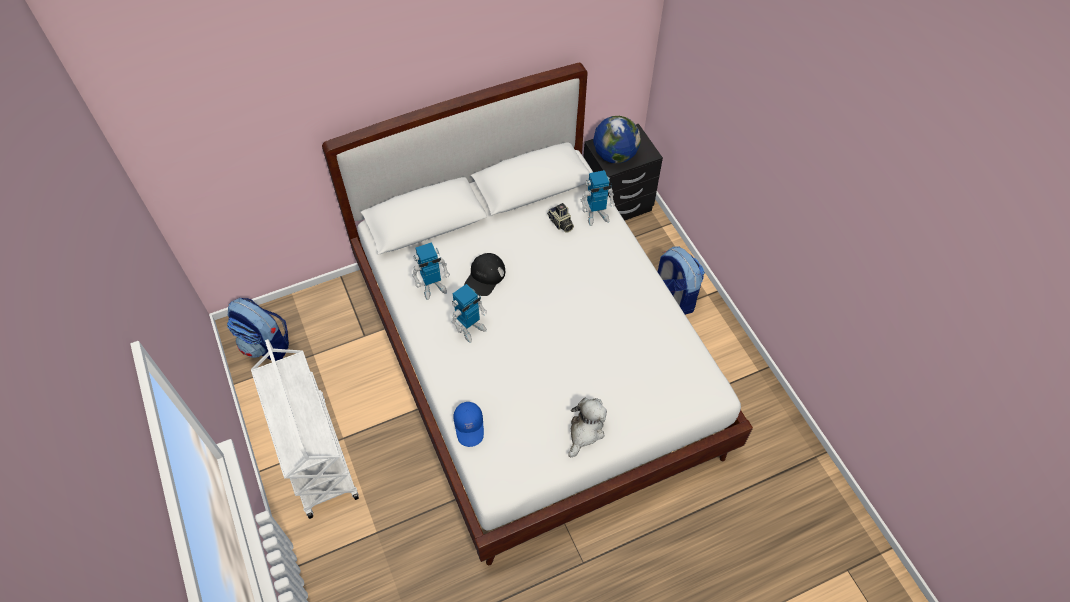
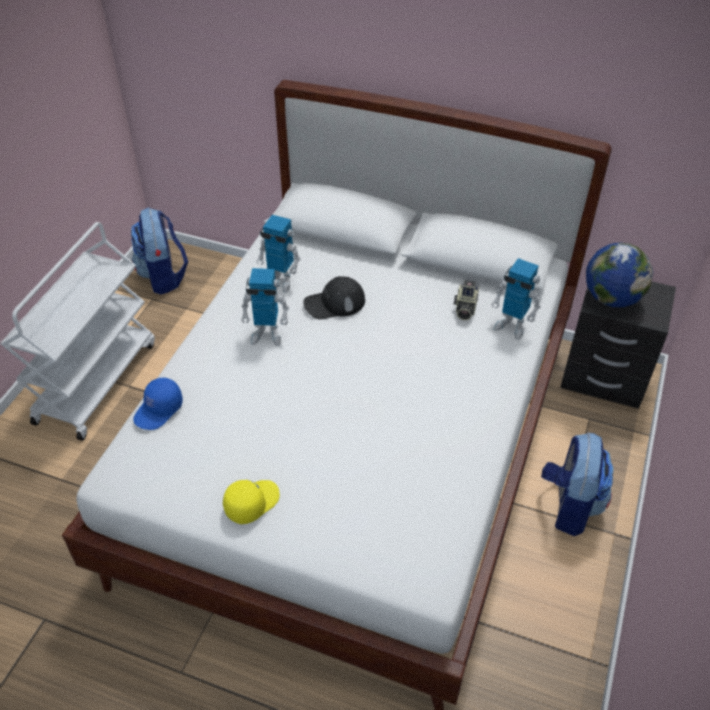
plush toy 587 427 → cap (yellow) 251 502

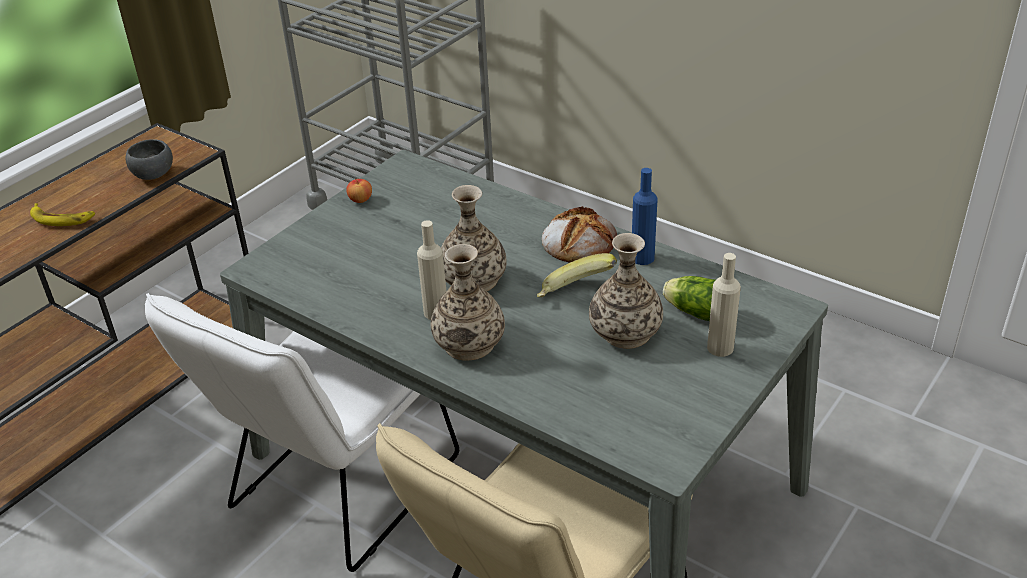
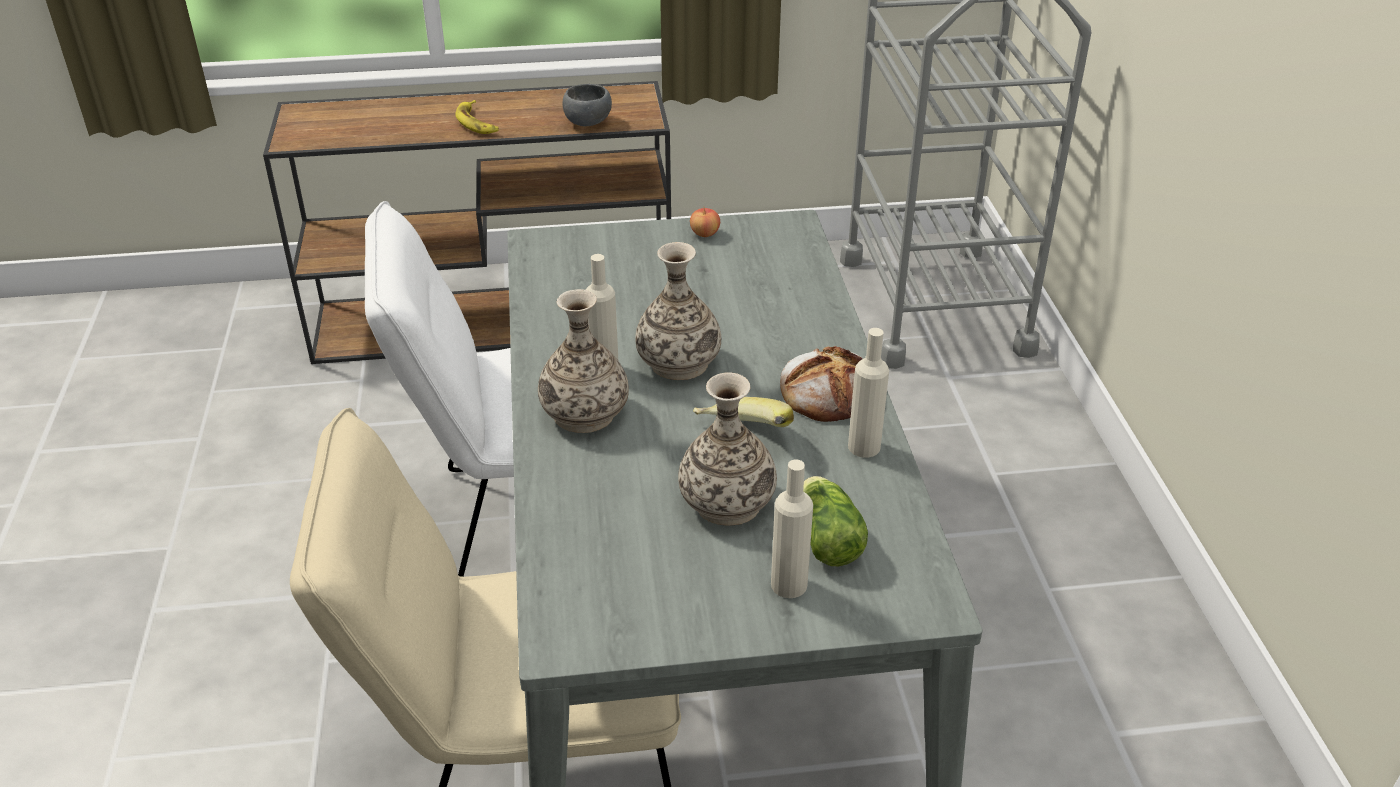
bottle (blue) 645 216 → bottle (beige) 868 393

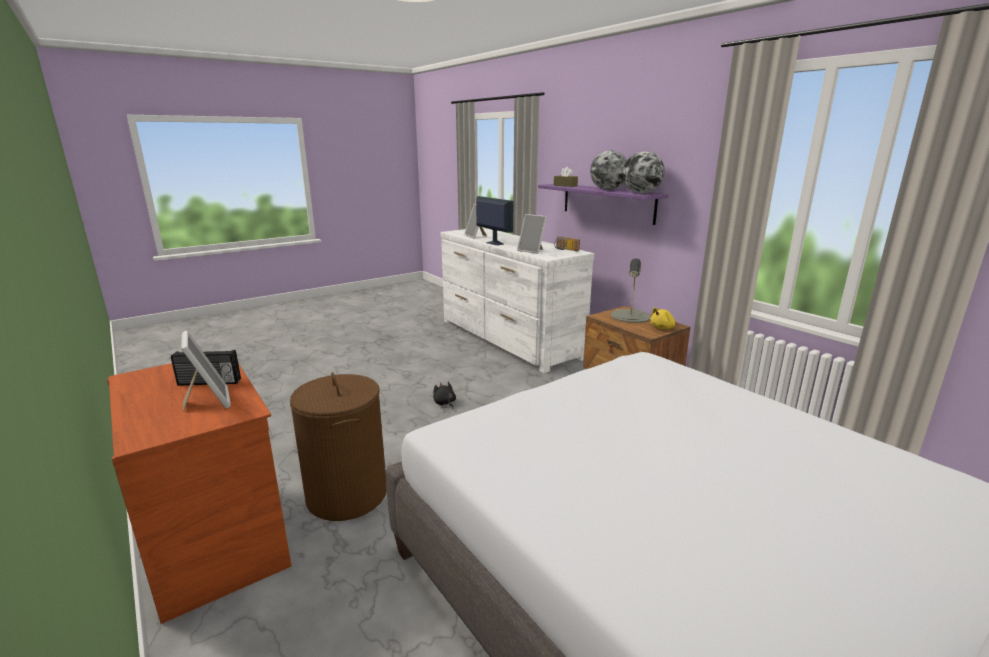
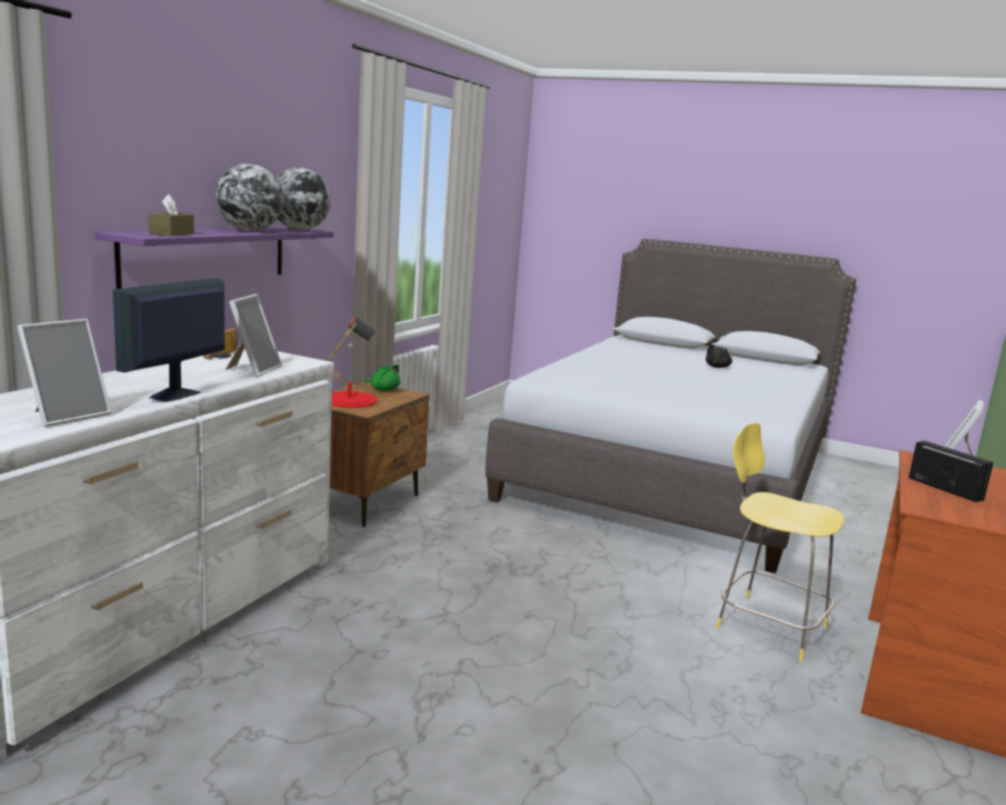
plush toy (black) 444 395 → plush toy (black) 719 356, moved
laundry basket (brown) 338 446 → stool (yellow) 780 542
table lamp (grey) 631 290 → table lamp (red) 352 362
plush toy (yellow) 663 318 → plush toy (green) 382 378

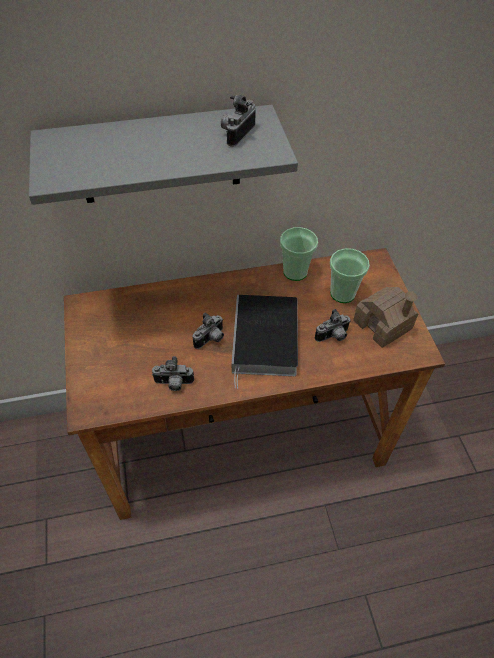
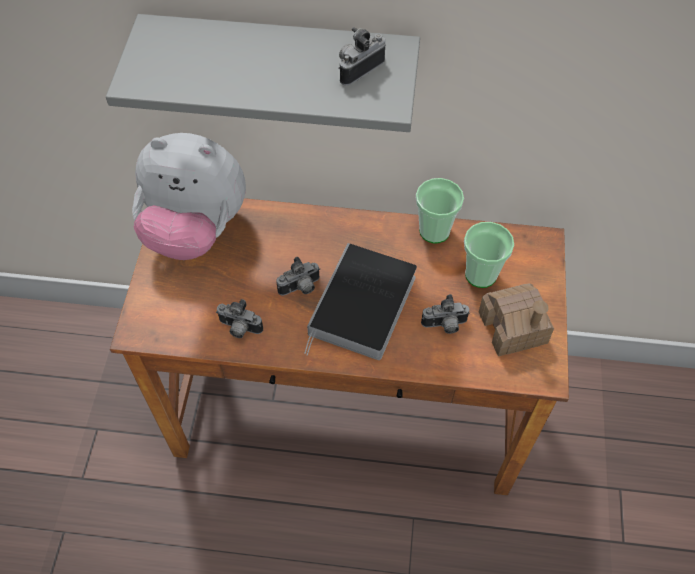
- → plush toy 189 196

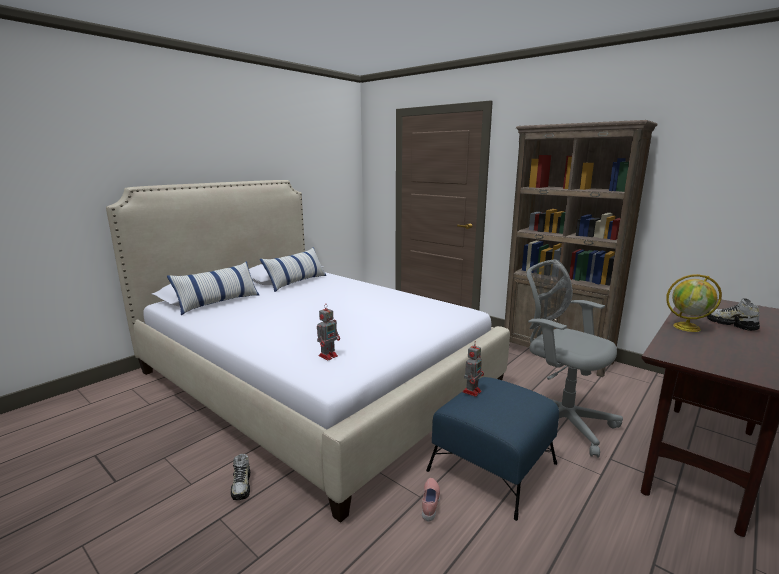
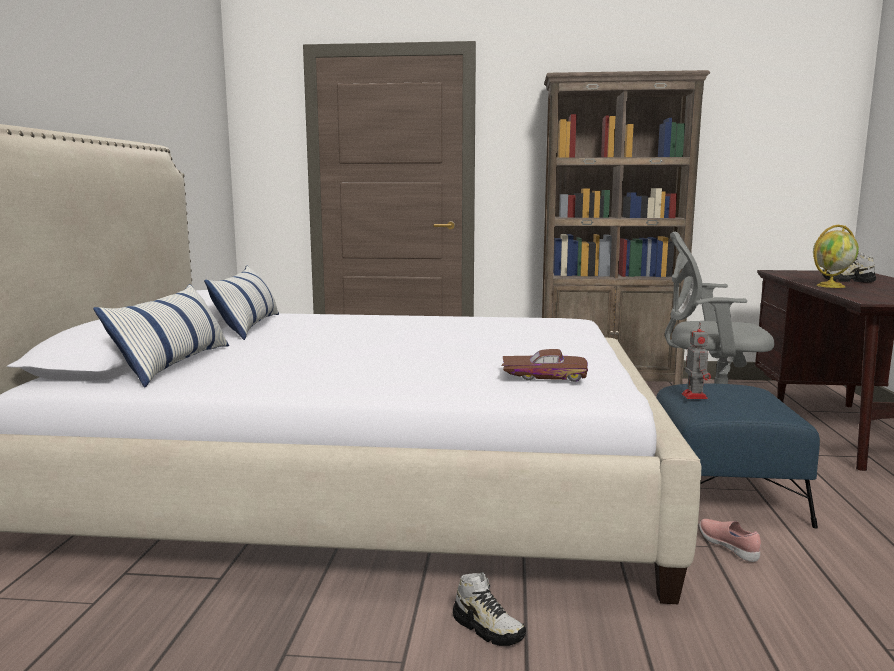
toy robot 328 333 → toy car (brown) 545 365

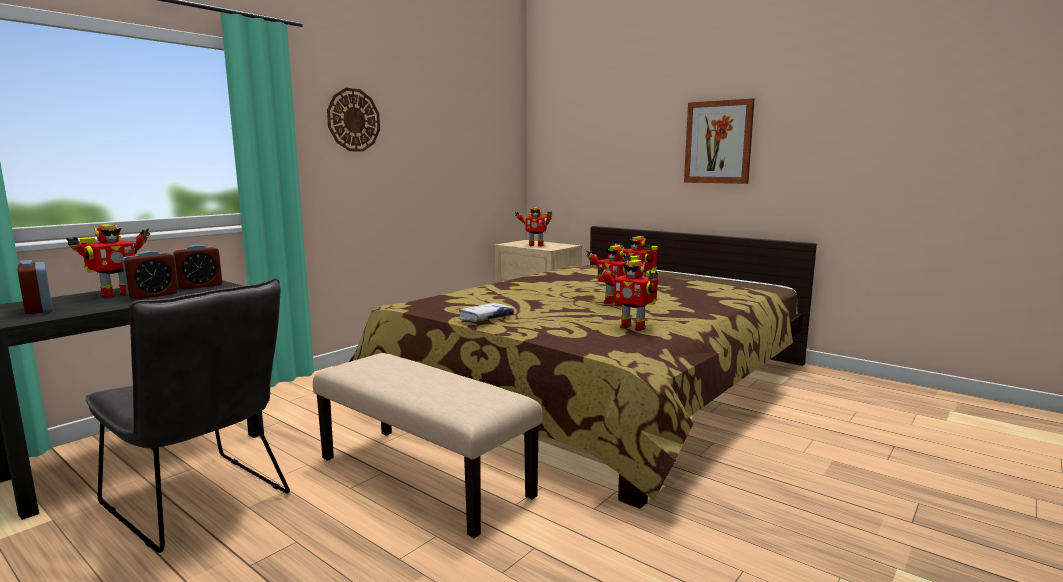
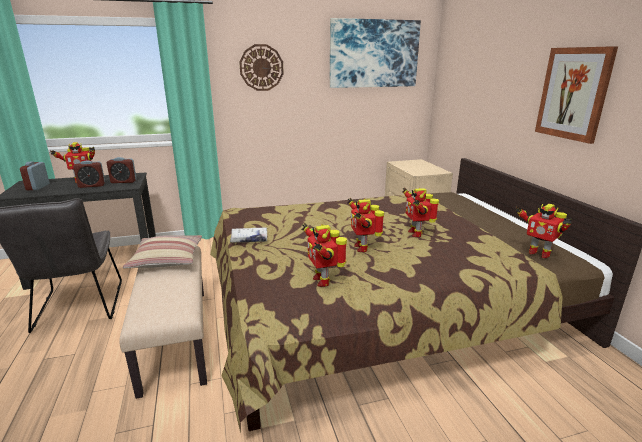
- → pillow 162 252
- → picture 375 53
toy robot 533 226 → toy robot 544 231, moved

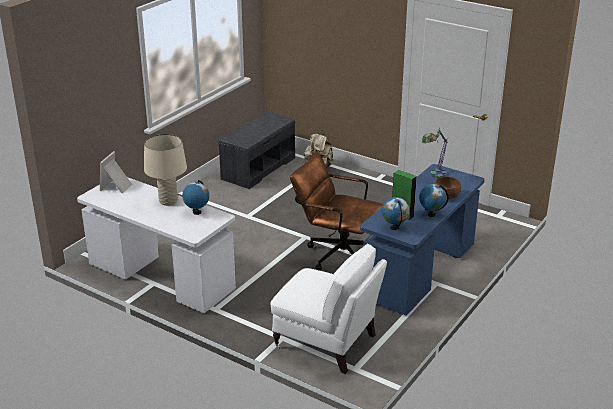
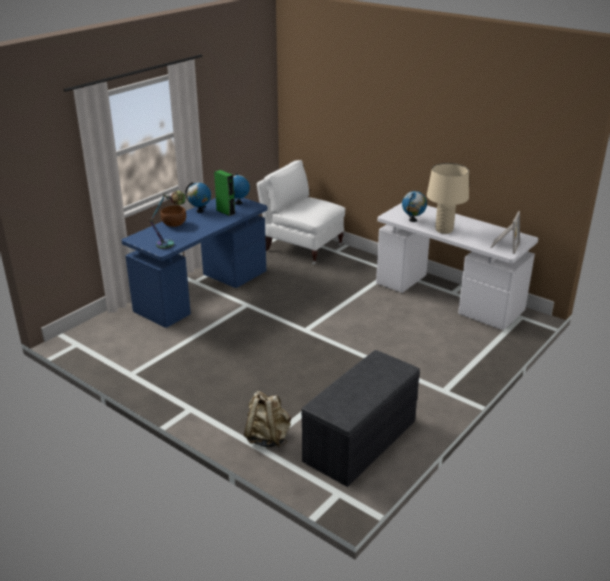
office chair (brown) 336 211 → -

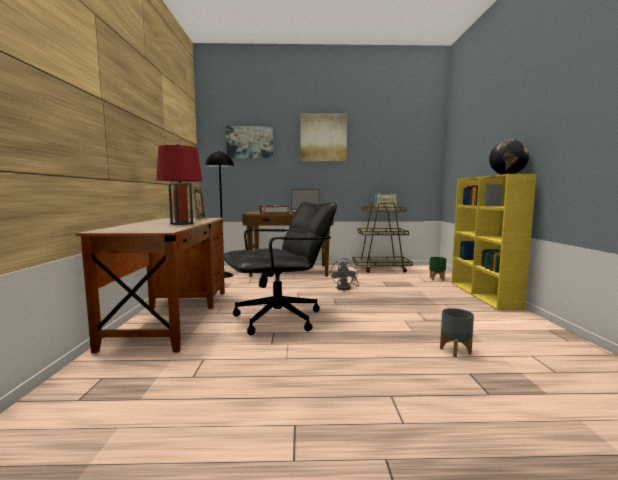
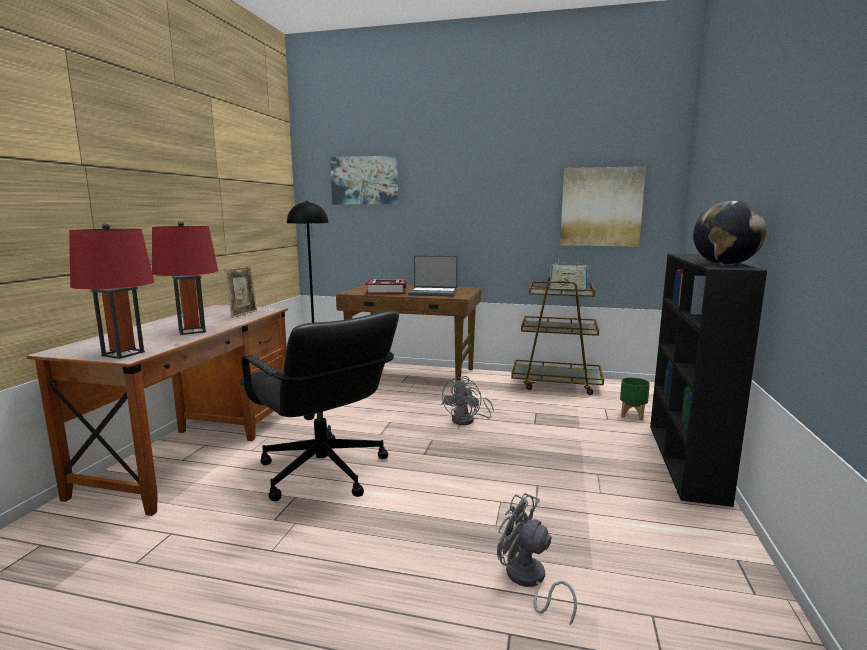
- → table lamp (red) 112 291
picture 323 137 → picture 603 206, moved
planter (grey) 457 333 → fan (grey) 537 559
bookcase (yellow) 494 242 → bookcase (black) 708 380
office chair (black) 279 268 → office chair (black) 319 406, 60 degrees clockwise

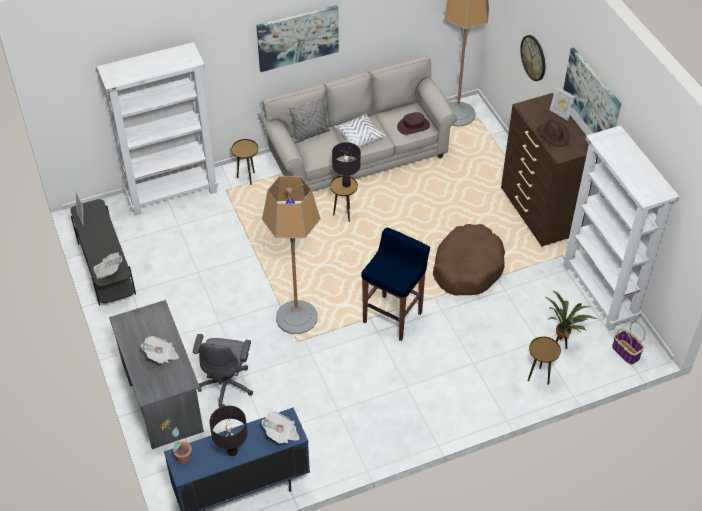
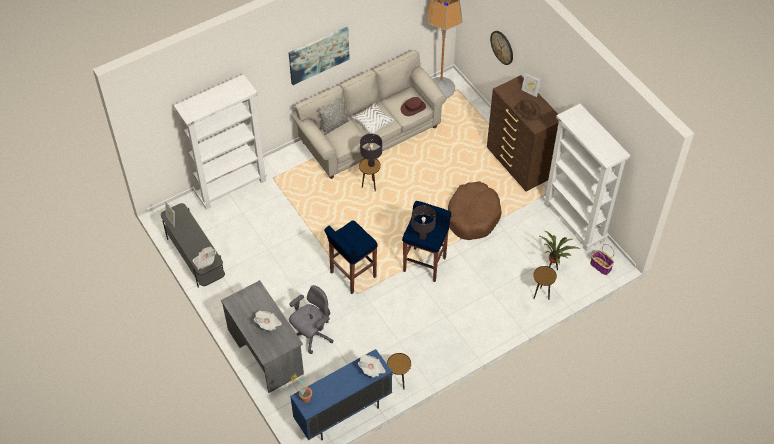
picture 592 90 → -
table lamp (black) 228 431 → table lamp (black) 424 222, moved
side table (brown) 244 162 → side table (brown) 399 371, moved
floor lamp 291 255 → stool (blue) 351 257
office chair (grey) 223 371 → office chair (grey) 311 319, 135 degrees counterclockwise

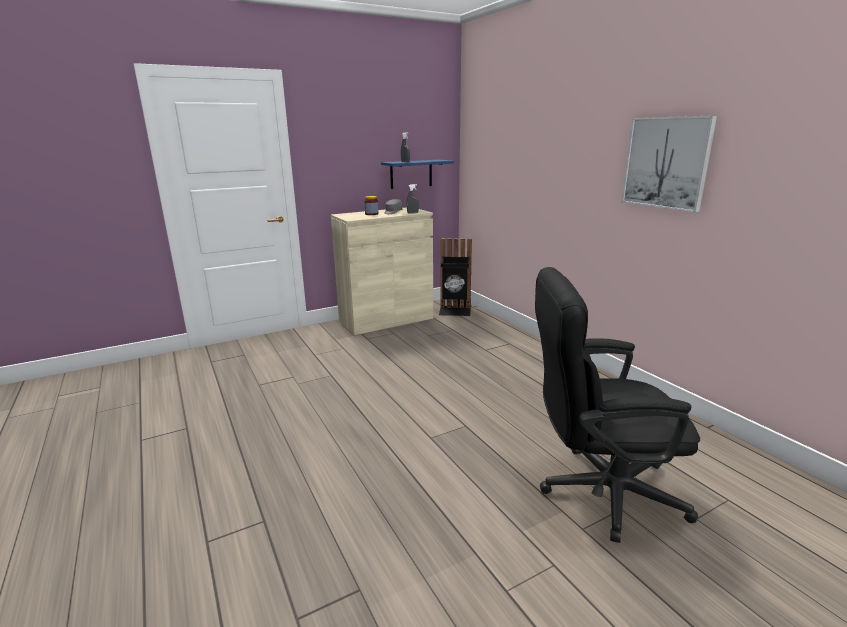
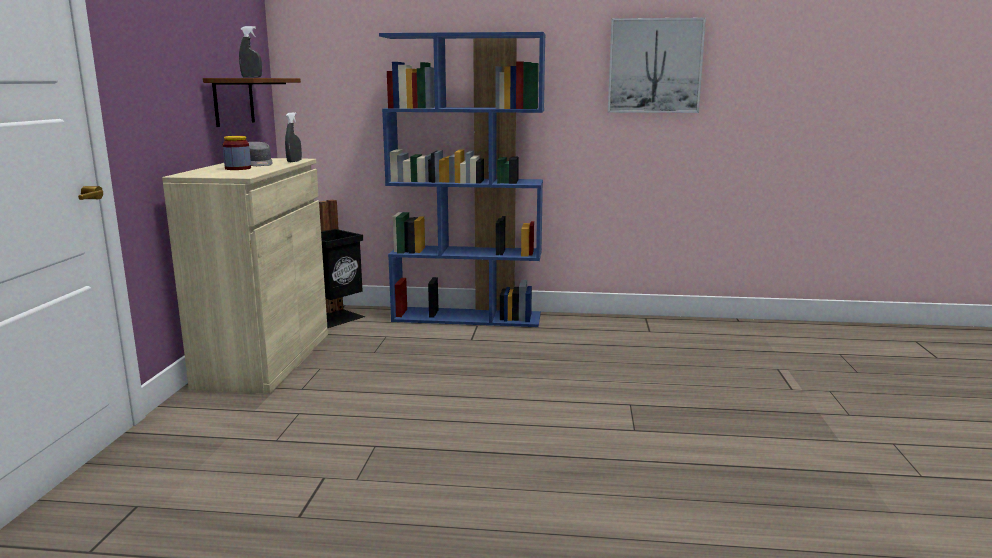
office chair (black) 617 405 → -
- → bookcase (blue) 462 179
shelf (blue) 417 174 → shelf (brown) 252 102

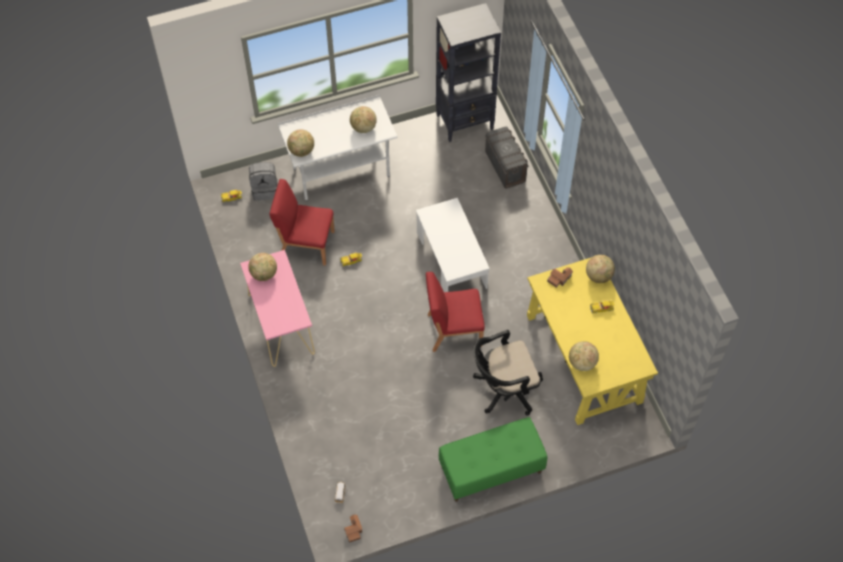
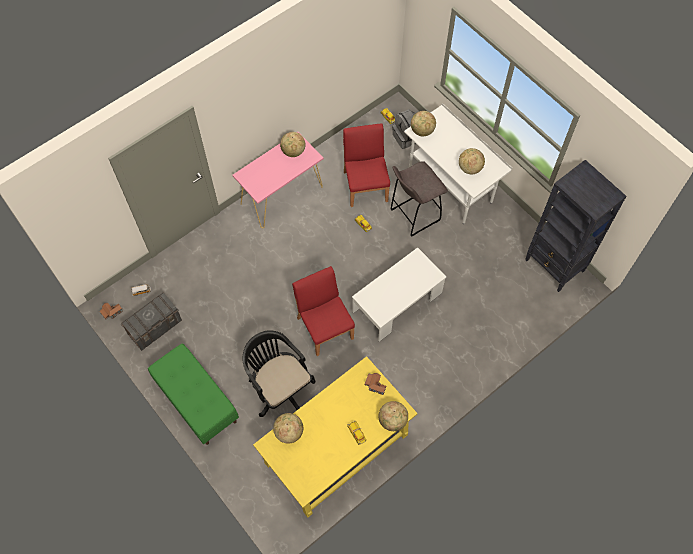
- → stool (grey) 419 198
storage box (grey) 507 158 → storage box (grey) 151 322, moved

